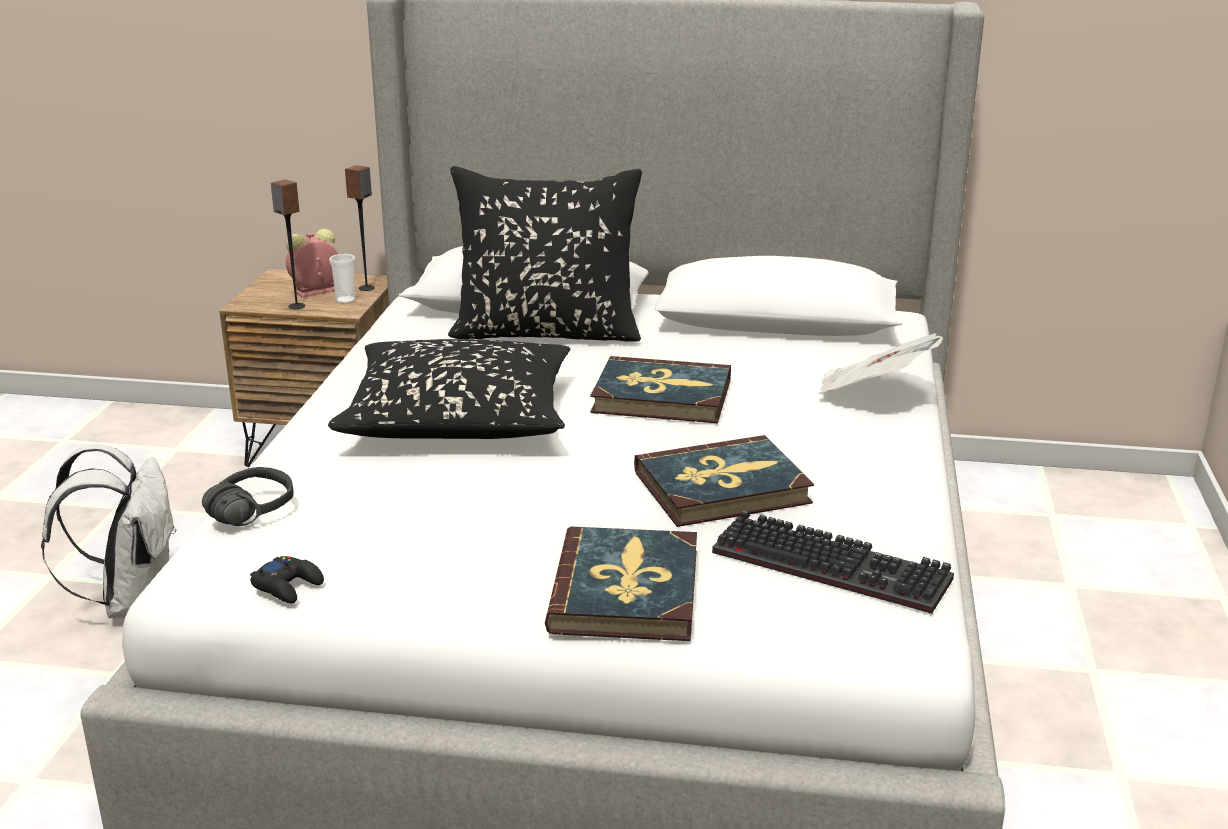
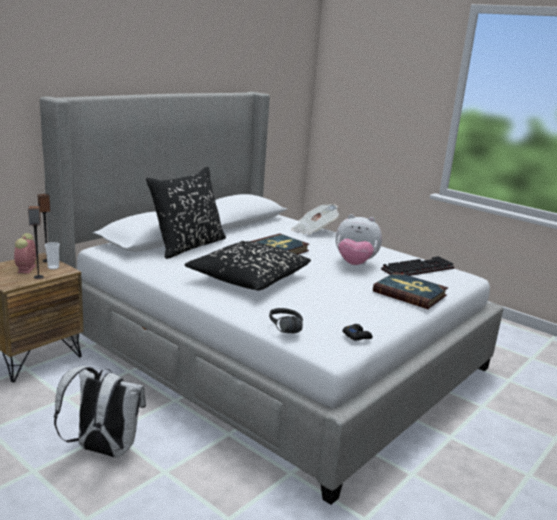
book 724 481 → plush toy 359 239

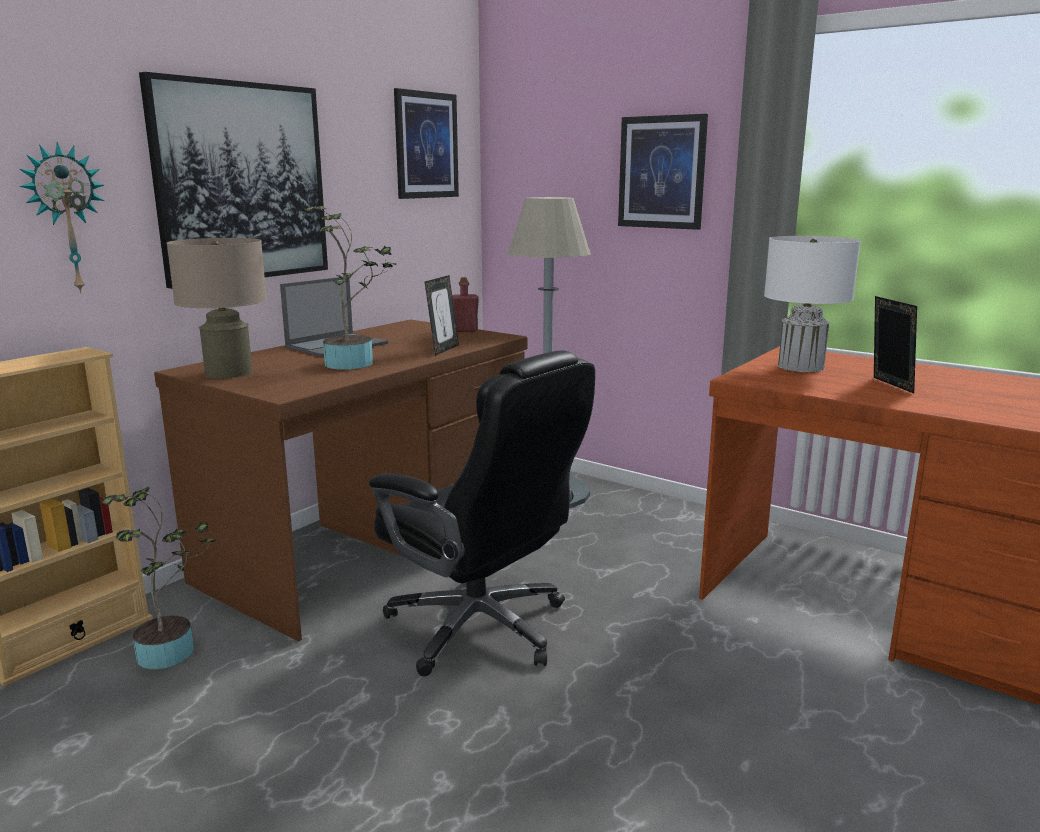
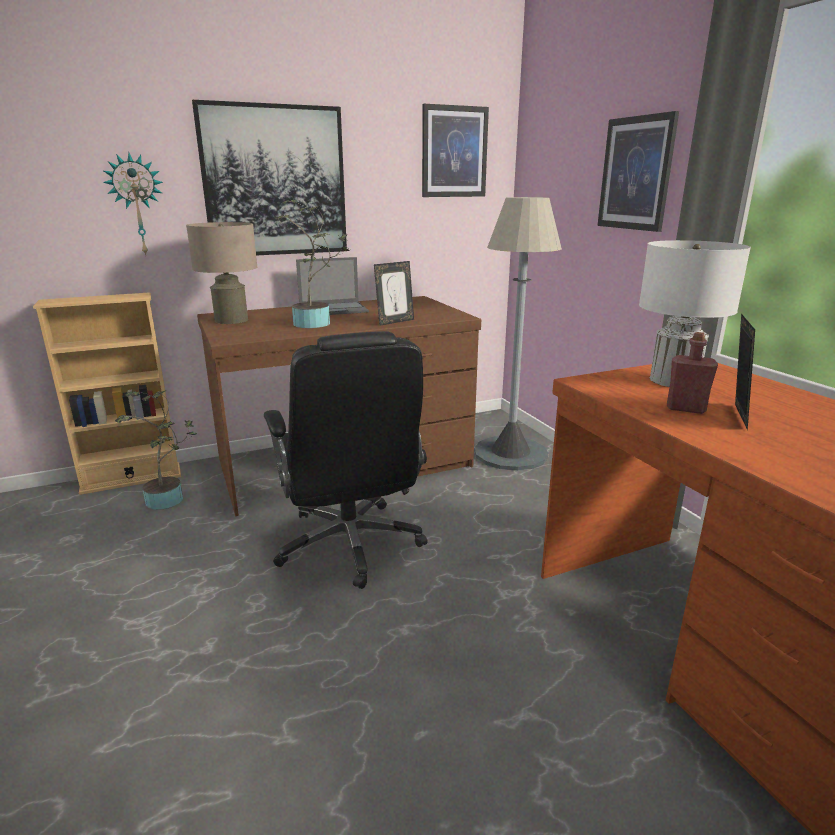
bottle (red) 465 304 → bottle (red) 692 373, moved

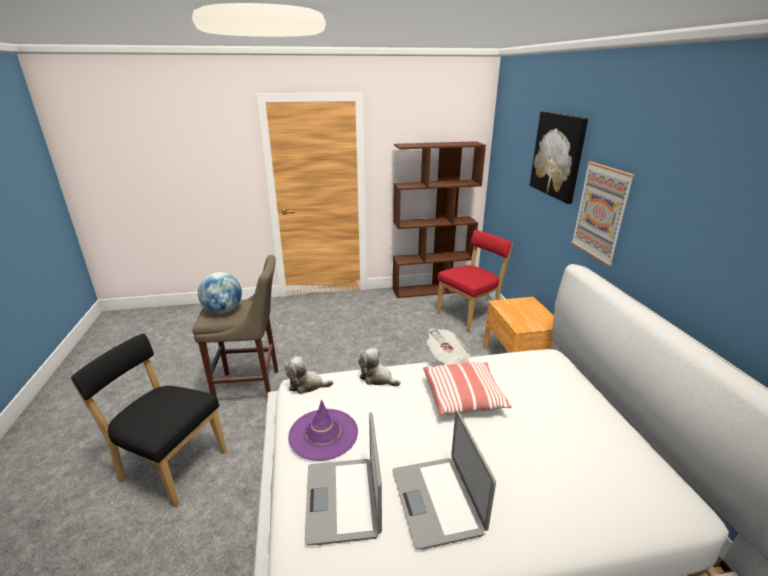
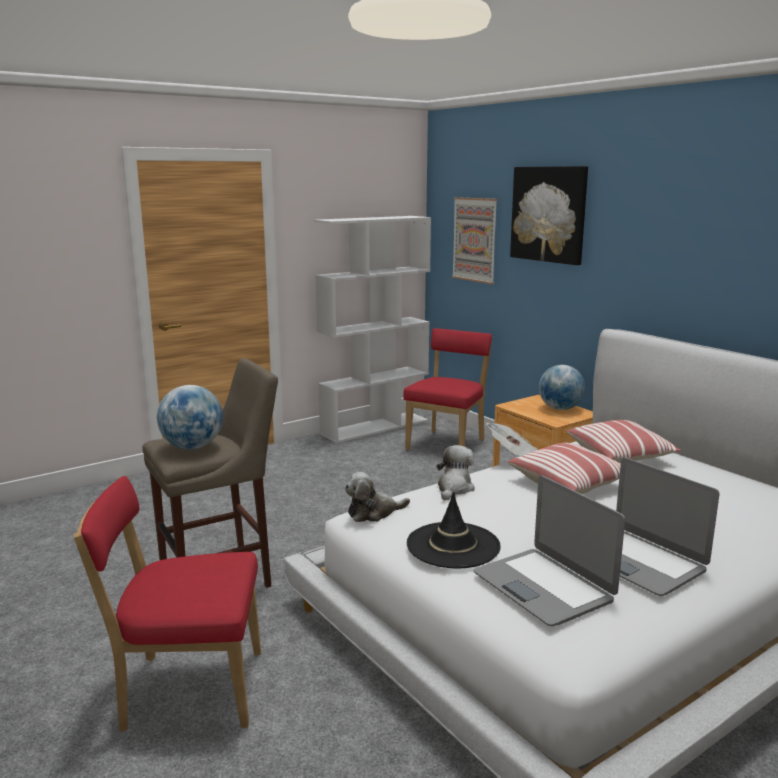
- → globe 562 387
- → pillow 624 441
picture 603 213 → picture 475 240, moved
chair (black) 148 420 → chair (red) 167 604
hat (purple) 323 430 → hat (black) 454 530
bookcase (brown) 439 219 → bookcase (white) 372 329
plush toy 379 367 → plush toy 455 473, 105 degrees clockwise

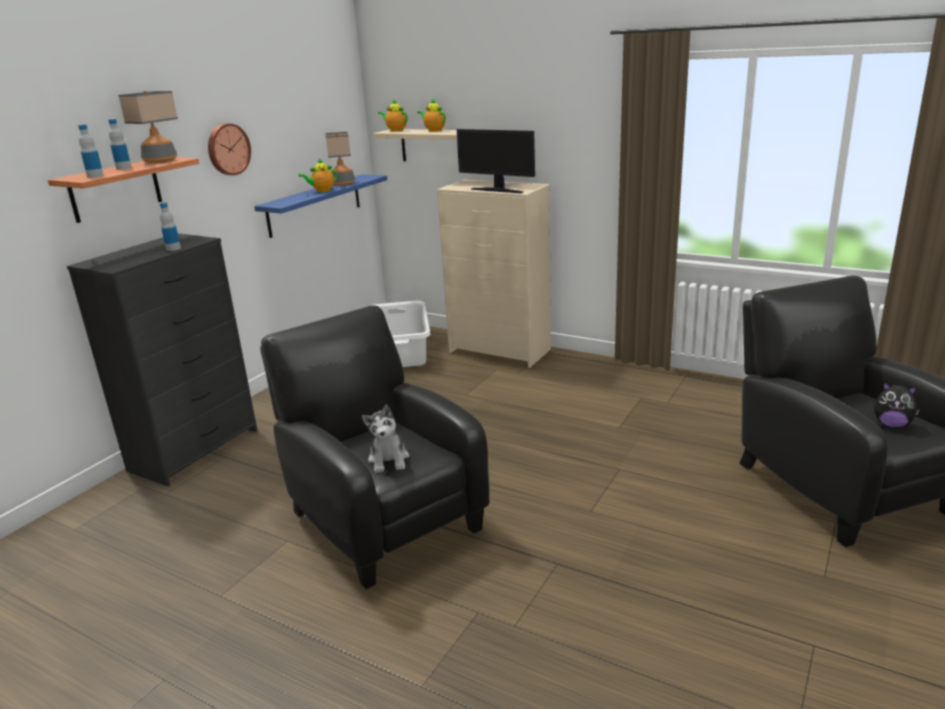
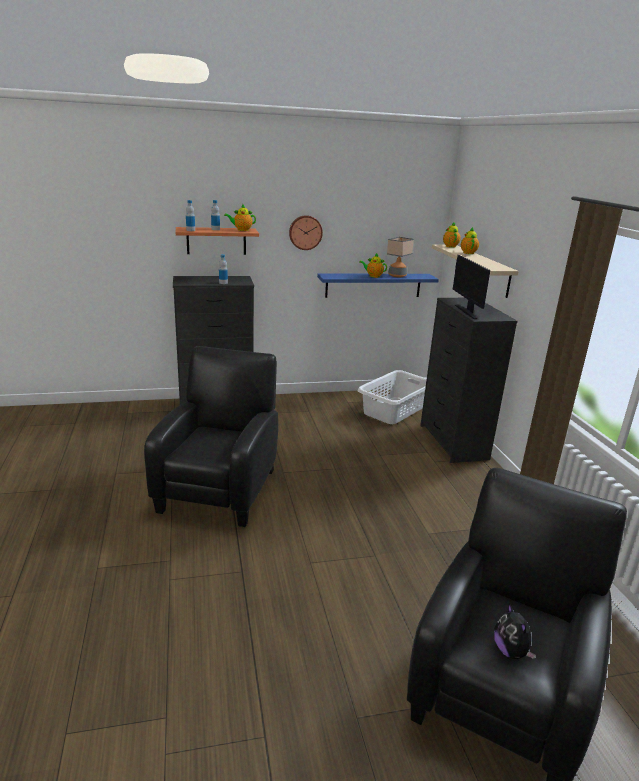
plush toy 385 438 → -
table lamp 148 127 → teapot 240 217
dresser (beige) 494 274 → dresser (black) 469 380

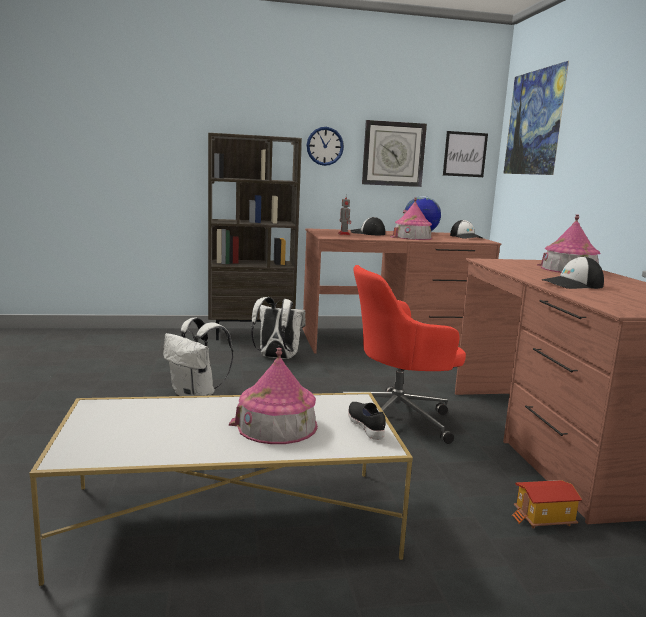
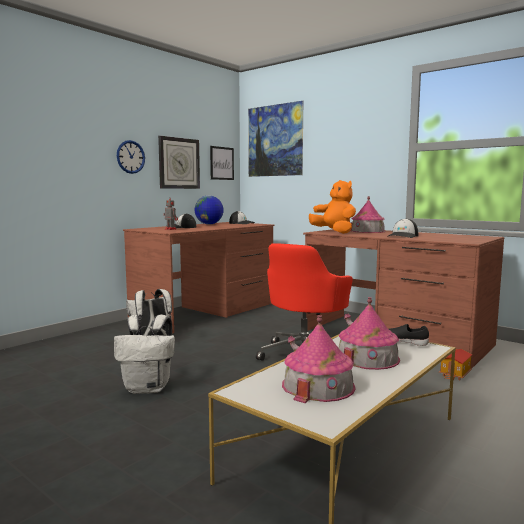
bookcase (brown) 255 236 → -
- → plush toy (orange) 332 207
toy house 411 218 → toy house 318 359, moved

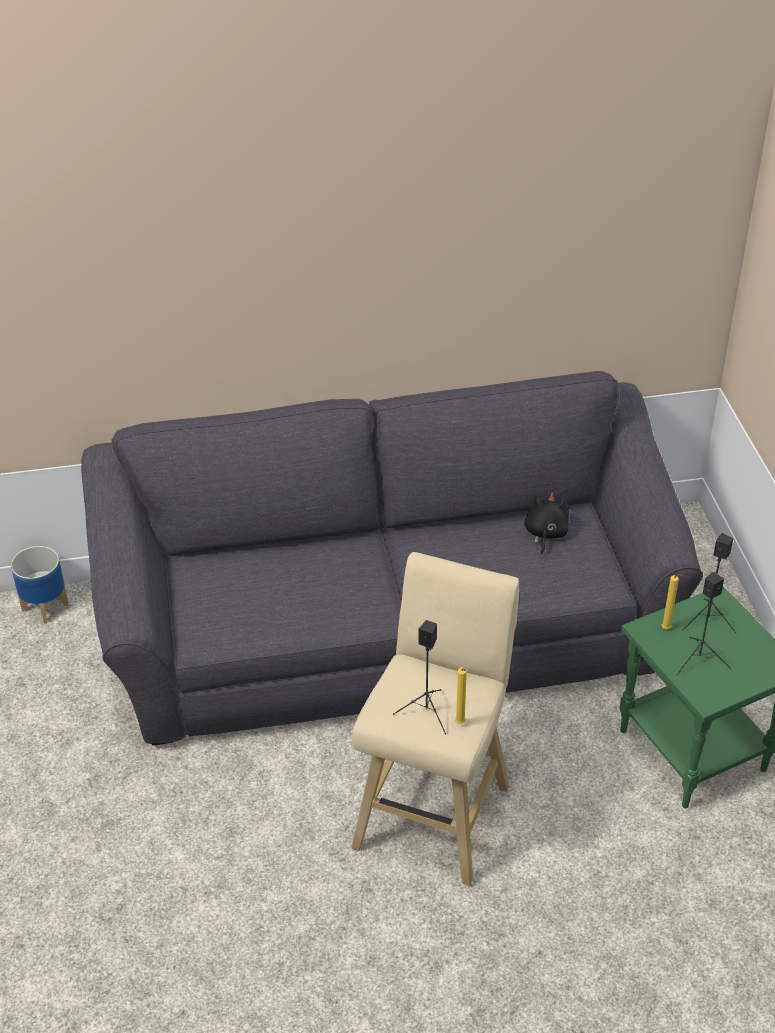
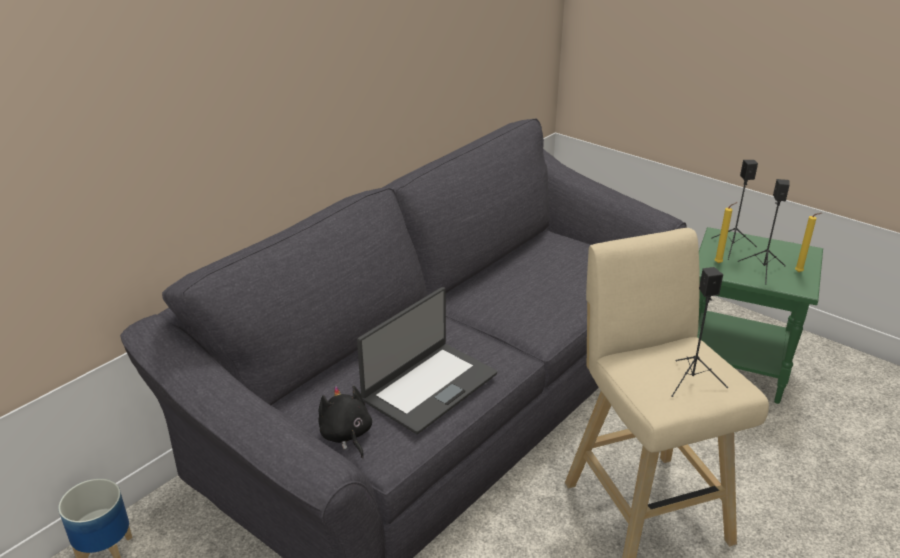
- → laptop 427 360
candle (yellow) 461 696 → candle (yellow) 808 242, moved
plush toy (black) 546 524 → plush toy (black) 345 422, moved

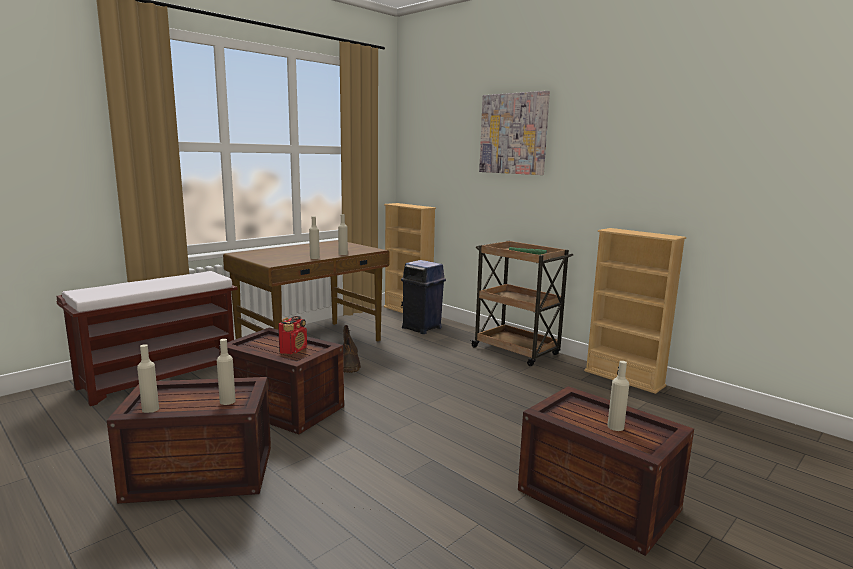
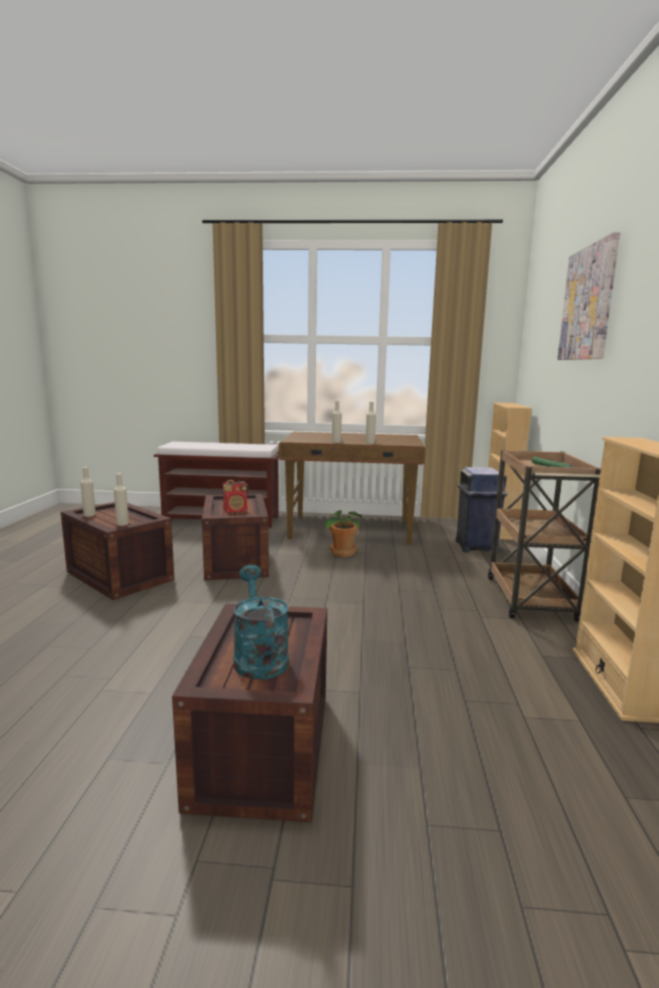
boot (brown) 352 349 → potted plant 343 533
bottle (beige) 618 396 → watering can (turquoise) 261 622

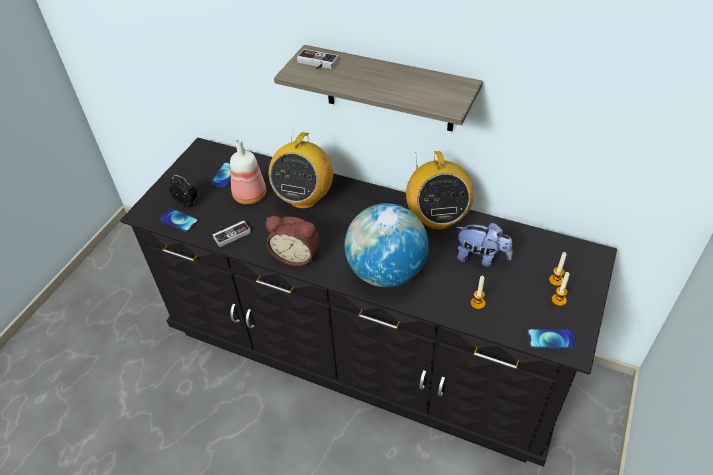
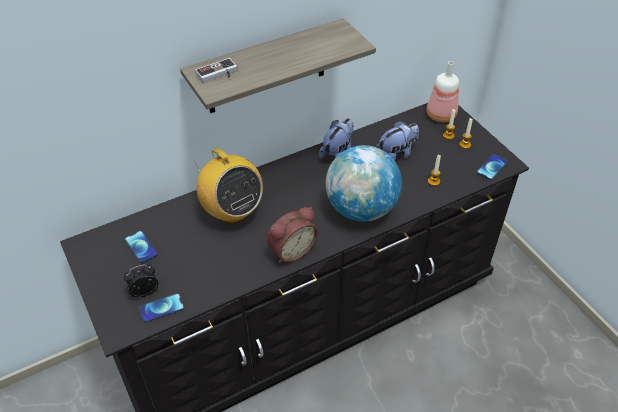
game controller 232 234 → -
bottle 248 172 → bottle 443 91, moved
radio 440 191 → plush toy 336 138

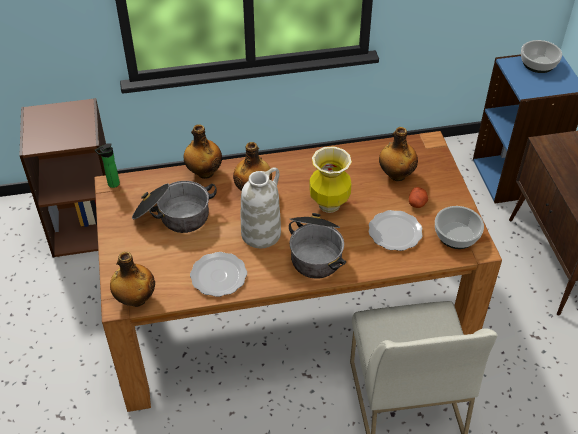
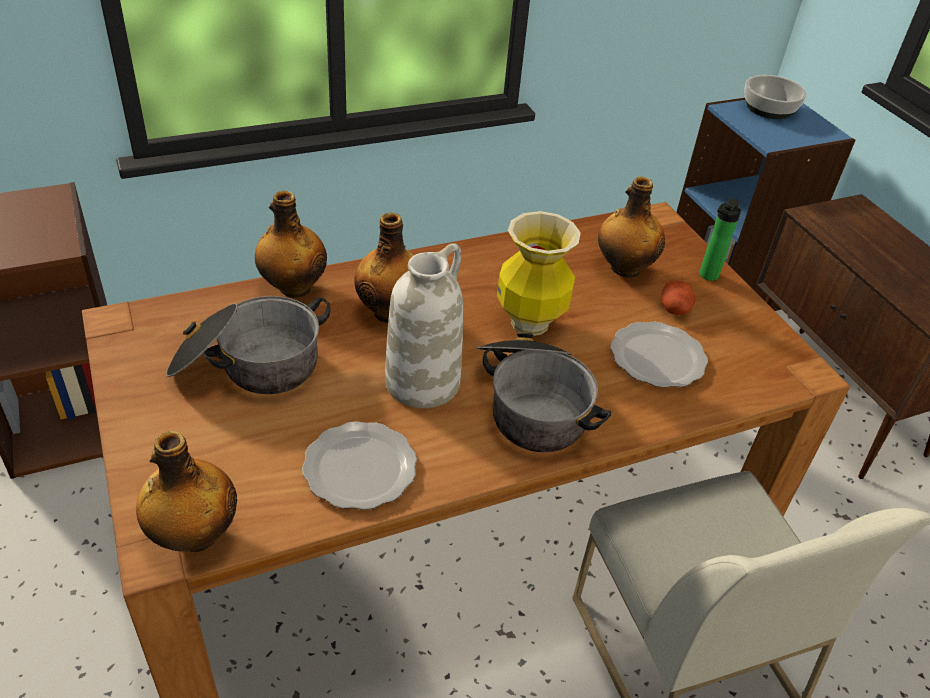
bowl 459 227 → -
bottle 107 165 → bottle 720 240, moved

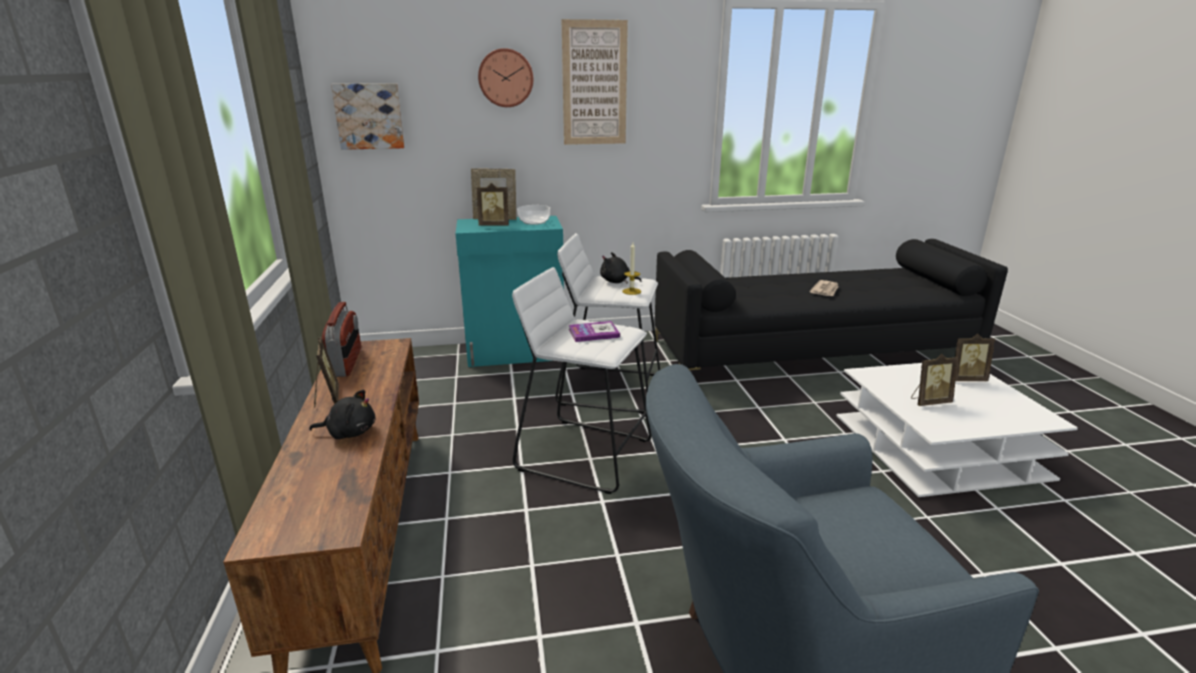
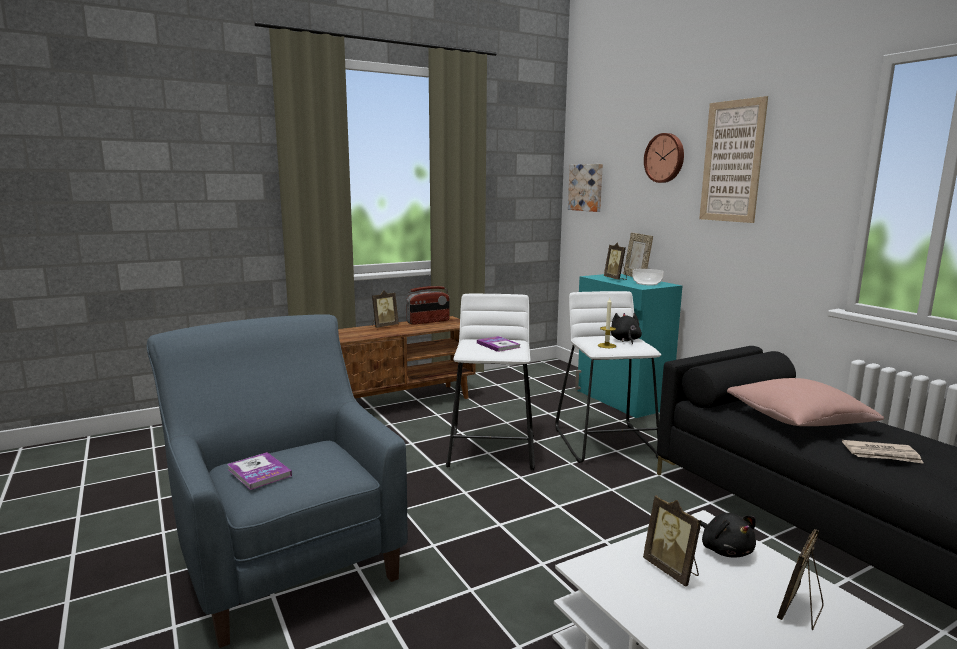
- → book 259 471
- → pillow (pink) 805 402
plush toy (black) 342 414 → plush toy (black) 728 535, moved
picture frame 975 357 → picture frame 800 580, 60 degrees clockwise

